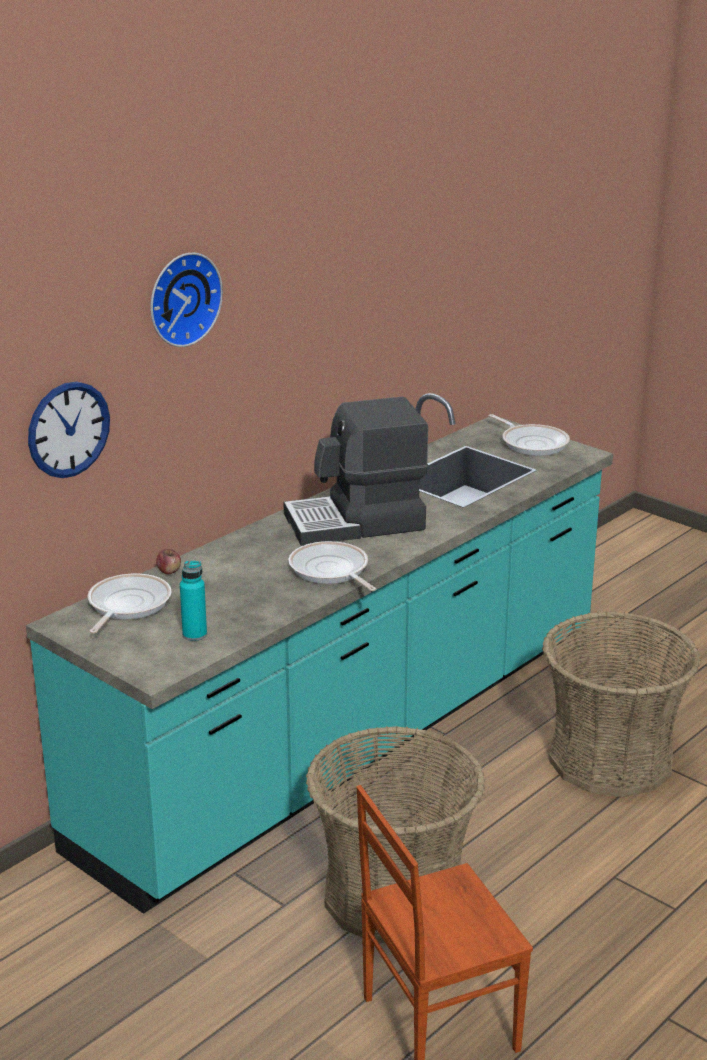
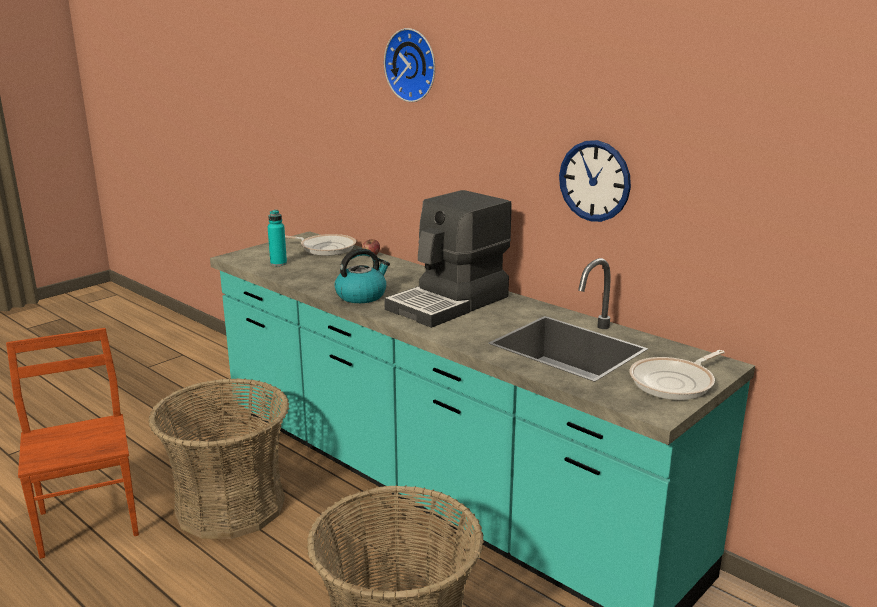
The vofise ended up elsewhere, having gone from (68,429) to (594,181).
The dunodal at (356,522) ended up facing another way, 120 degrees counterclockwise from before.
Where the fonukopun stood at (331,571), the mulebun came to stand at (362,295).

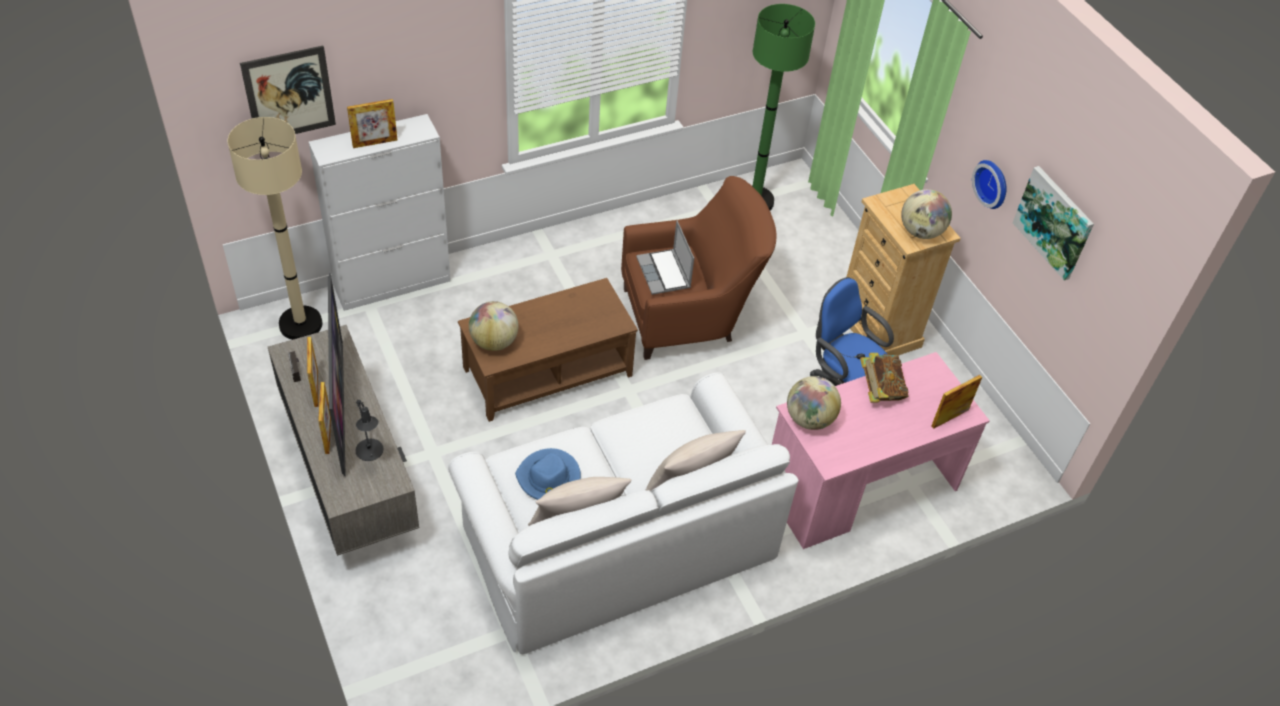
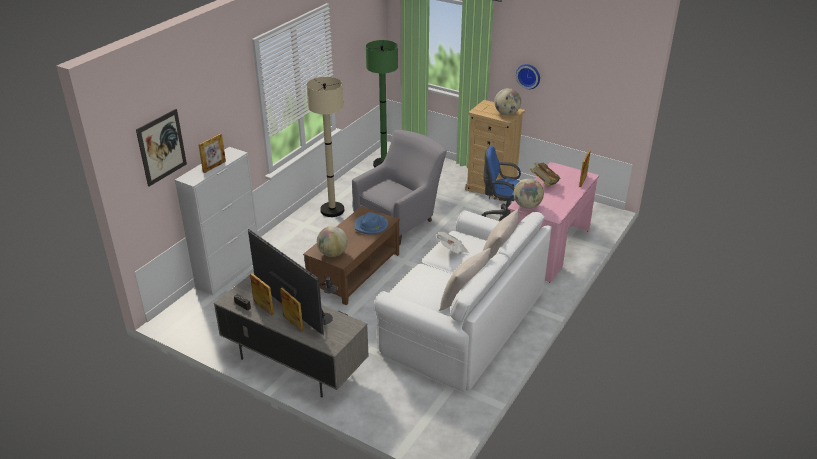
The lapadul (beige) ended up elsewhere, having gone from (301,324) to (332,210).
The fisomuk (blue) ended up elsewhere, having gone from (549,478) to (371,226).
What was the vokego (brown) at (690,316) turned into the vokego (grey) at (401,220).
The second view lost the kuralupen at (664,273).
The second view lost the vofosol at (1054,222).
The second view gained the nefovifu at (452,250).

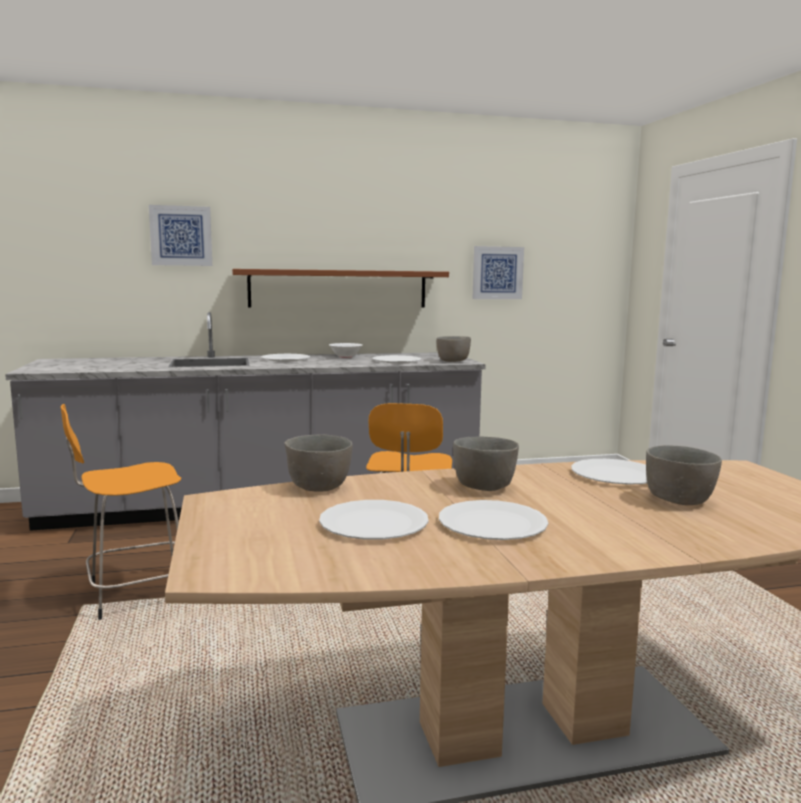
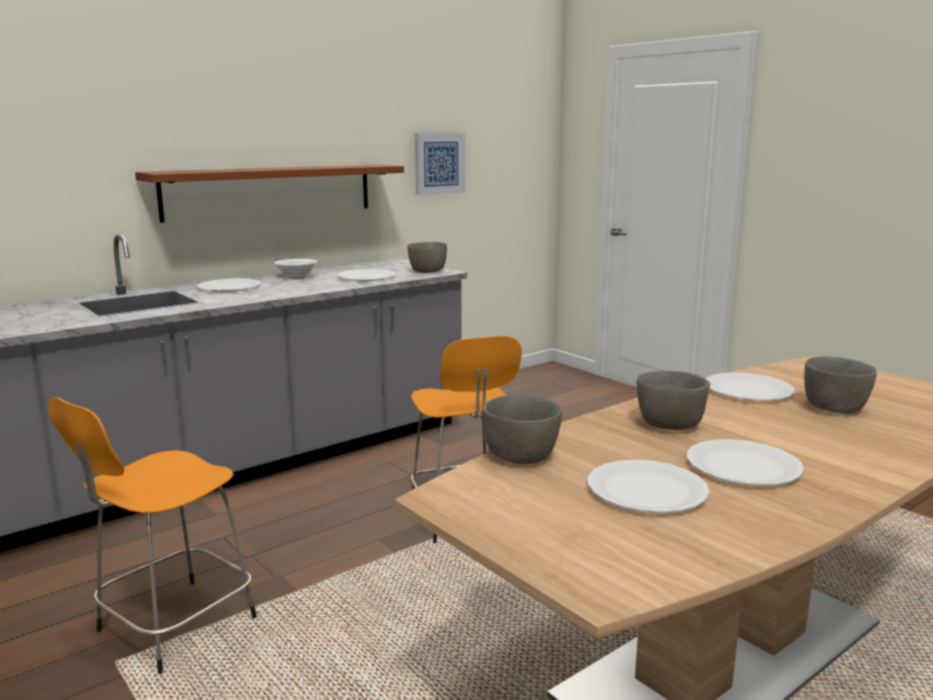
The second view lost the vofosol at (181,236).

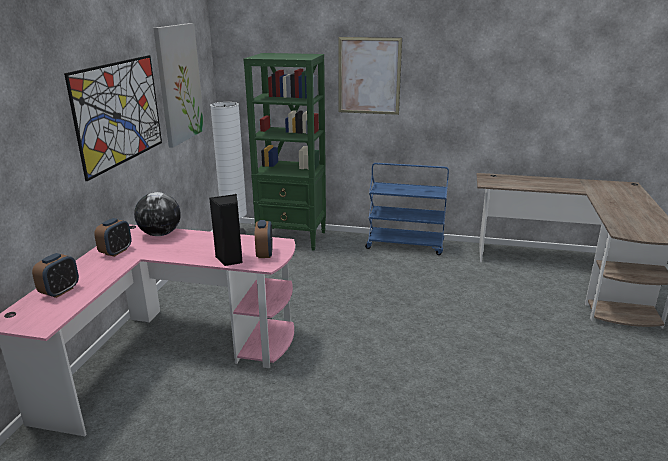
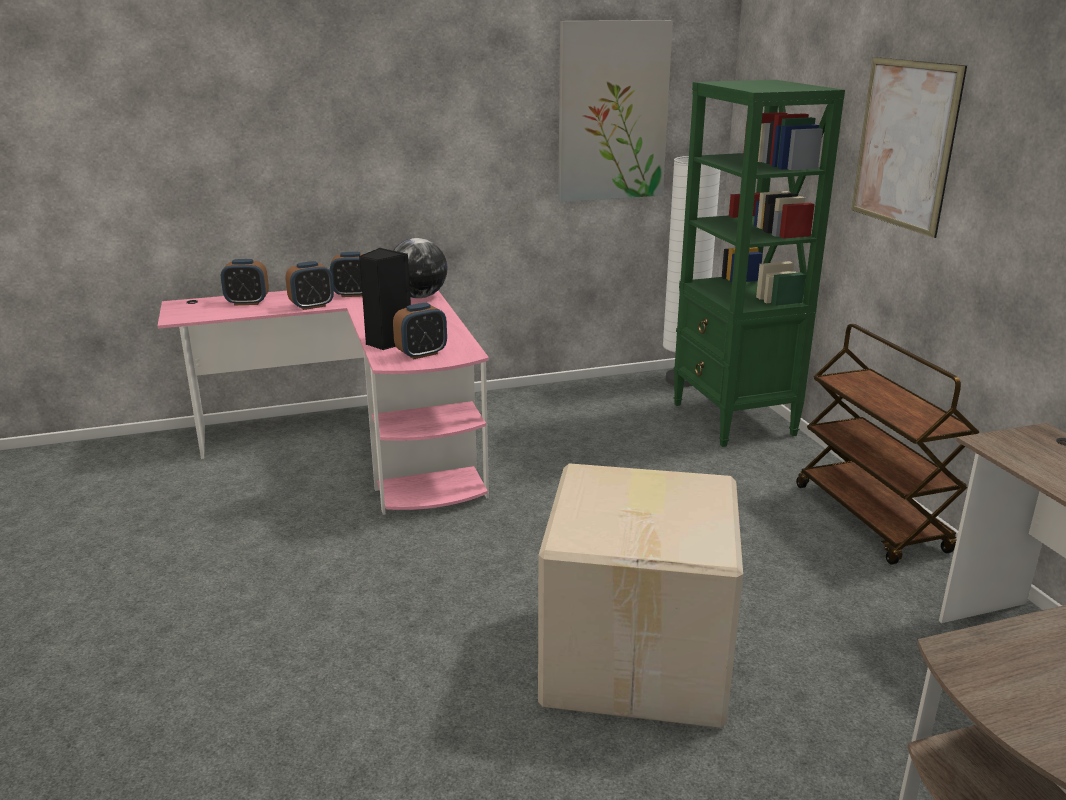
The second view lost the vofosol at (119,113).
What was the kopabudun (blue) at (405,245) turned into the kopabudun (brown) at (871,519).
The second view gained the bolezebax at (312,306).
The second view gained the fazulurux at (639,658).

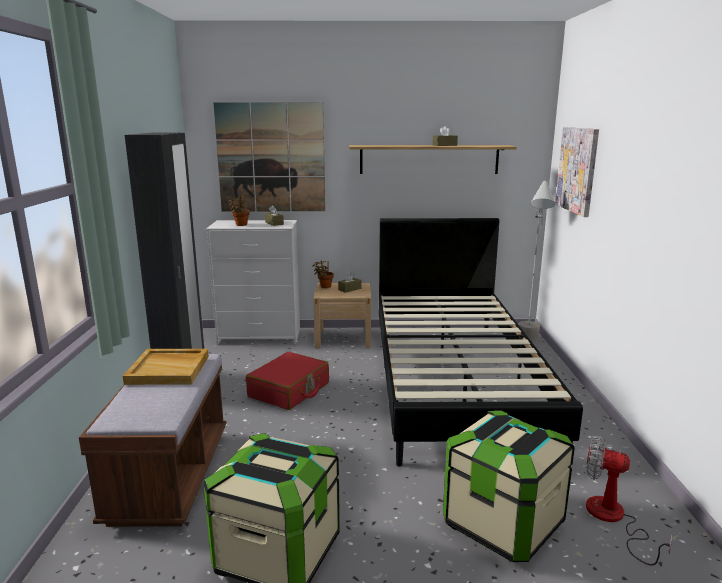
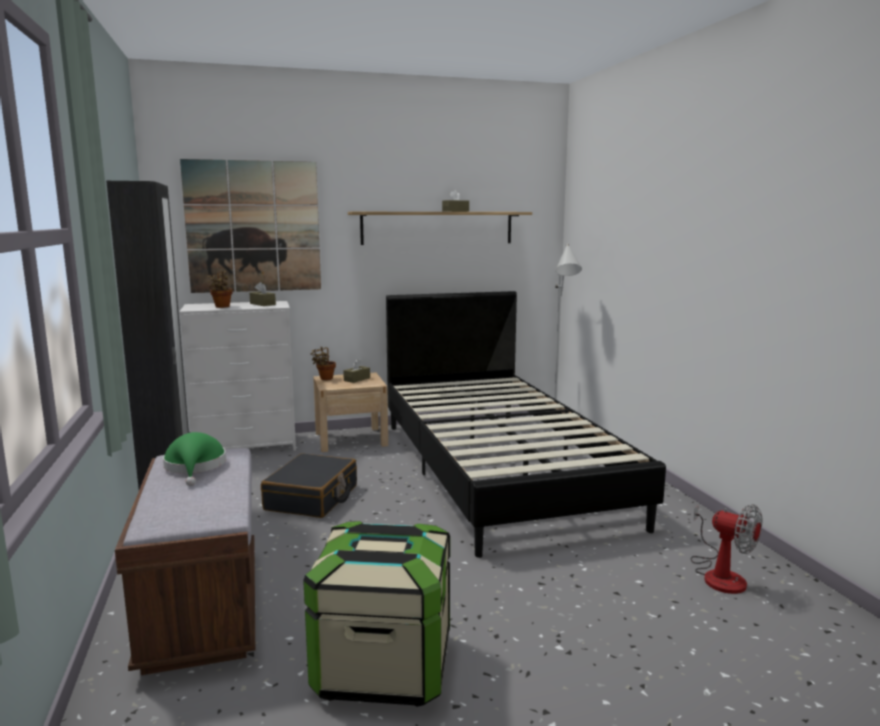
Where the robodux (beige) stood at (169,369), the fisomuk (green) came to stand at (195,467).
What was the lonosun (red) at (289,390) turned into the lonosun (black) at (312,498).
The second view lost the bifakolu at (502,523).
The second view lost the vofosol at (577,170).
The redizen at (613,519) ended up facing another way, 150 degrees counterclockwise from before.

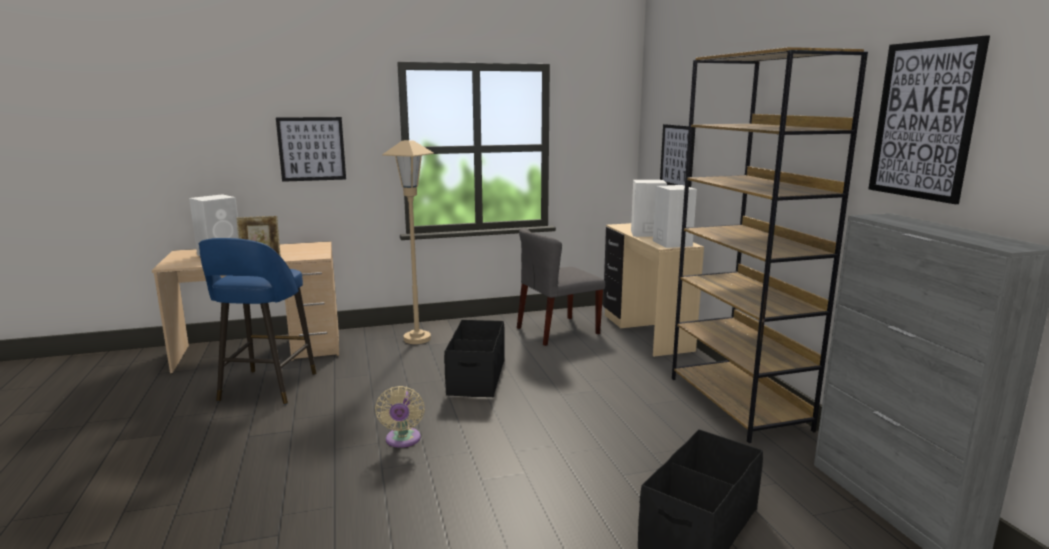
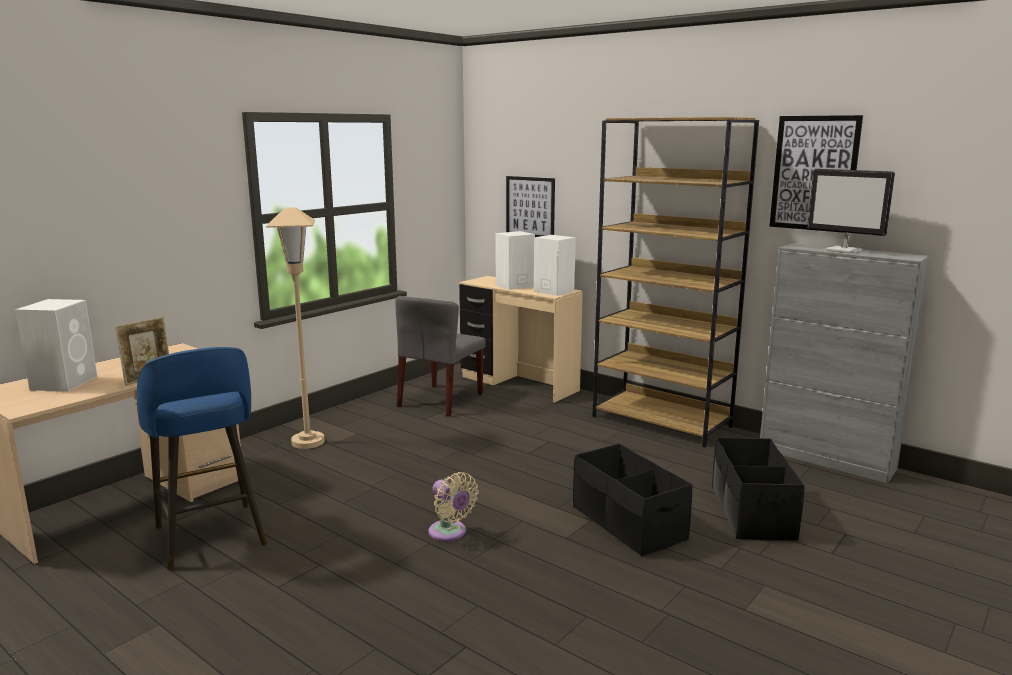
The second view lost the vofosol at (311,149).
The bifakolu (black) ended up elsewhere, having gone from (476,377) to (627,523).
The second view gained the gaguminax at (844,250).

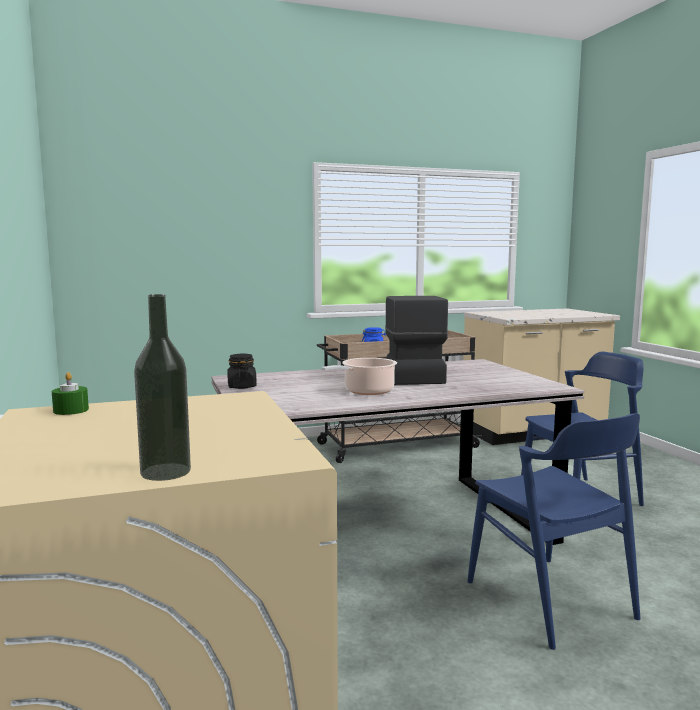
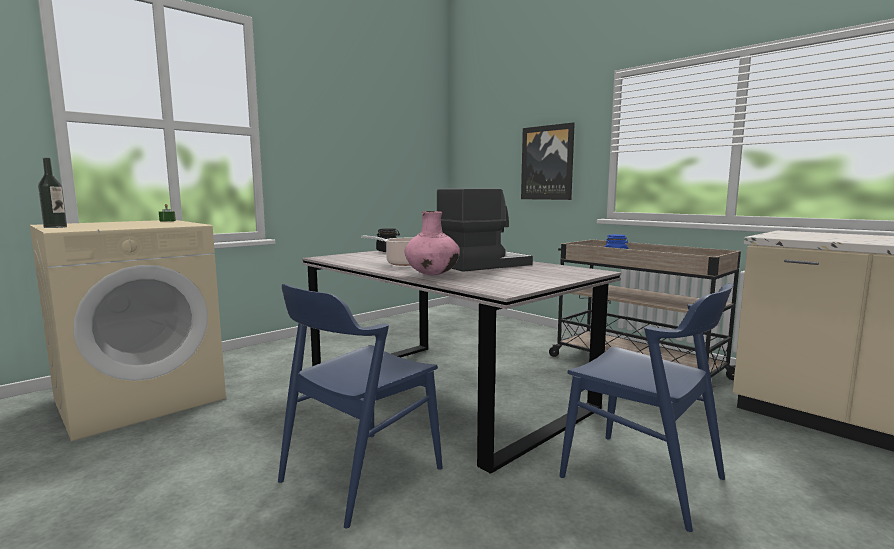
The second view gained the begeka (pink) at (432,274).
The second view gained the vofosol at (547,163).

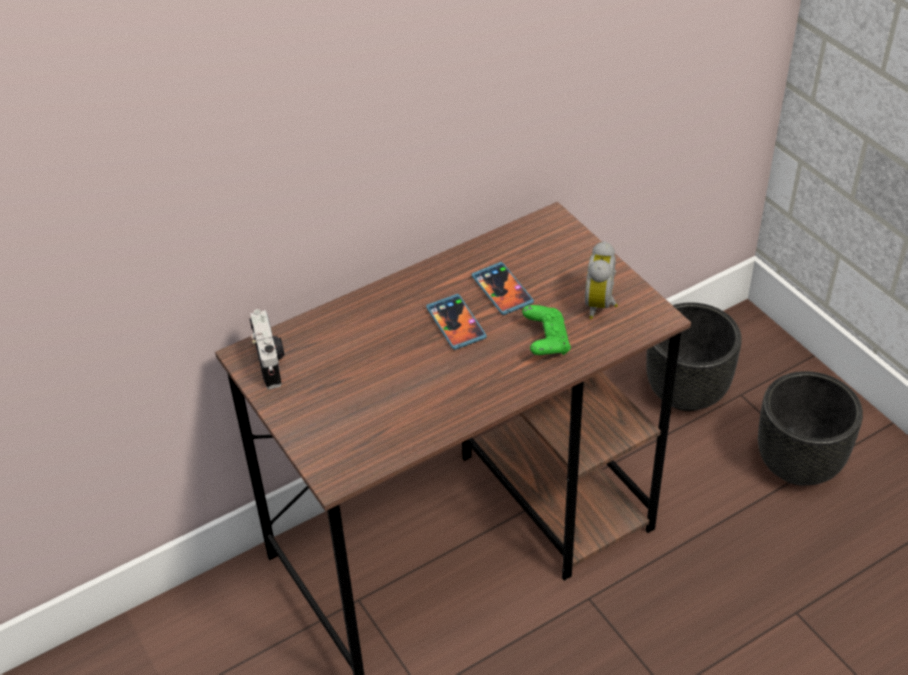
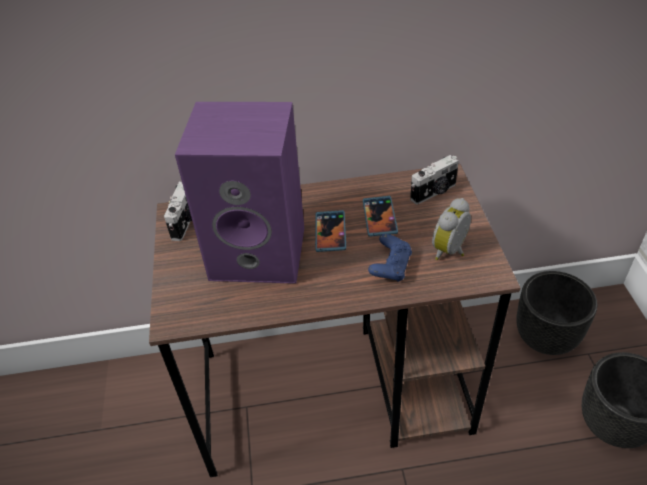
What was the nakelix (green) at (546,341) turned into the nakelix (blue) at (390,267).
The second view gained the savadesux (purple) at (261,252).
The second view gained the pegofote at (434,192).

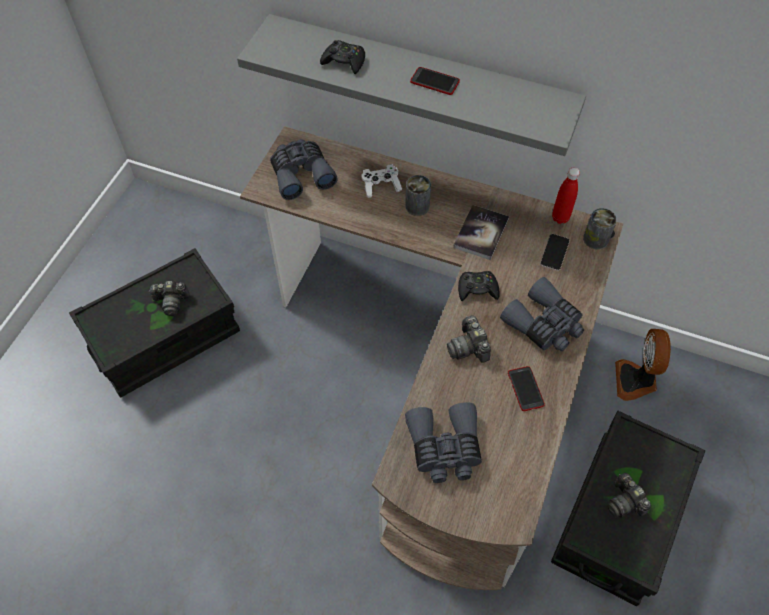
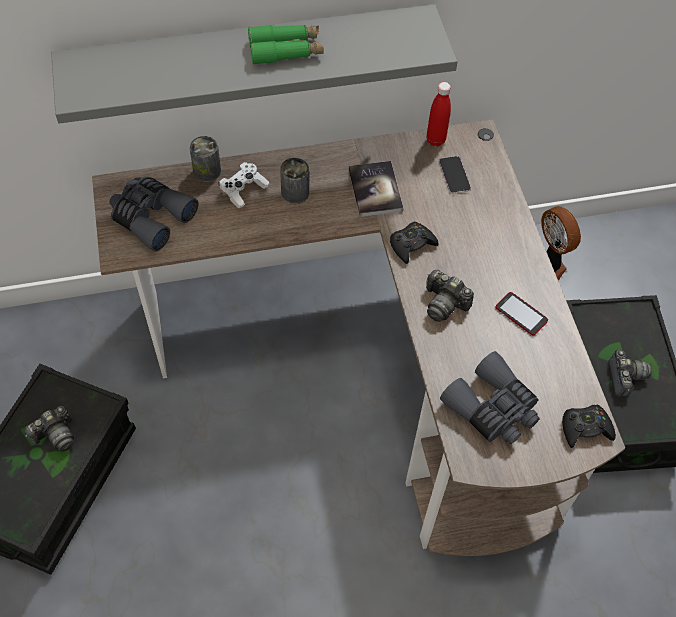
The nakelix (black) ended up elsewhere, having gone from (344,61) to (585,428).
Where the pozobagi stood at (434,82), the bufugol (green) came to stand at (286,50).
The second view lost the bufugol (grey) at (544,324).
The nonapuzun ended up elsewhere, having gone from (595,239) to (207,171).
The pegofote at (624,501) ended up facing another way, 120 degrees counterclockwise from before.

